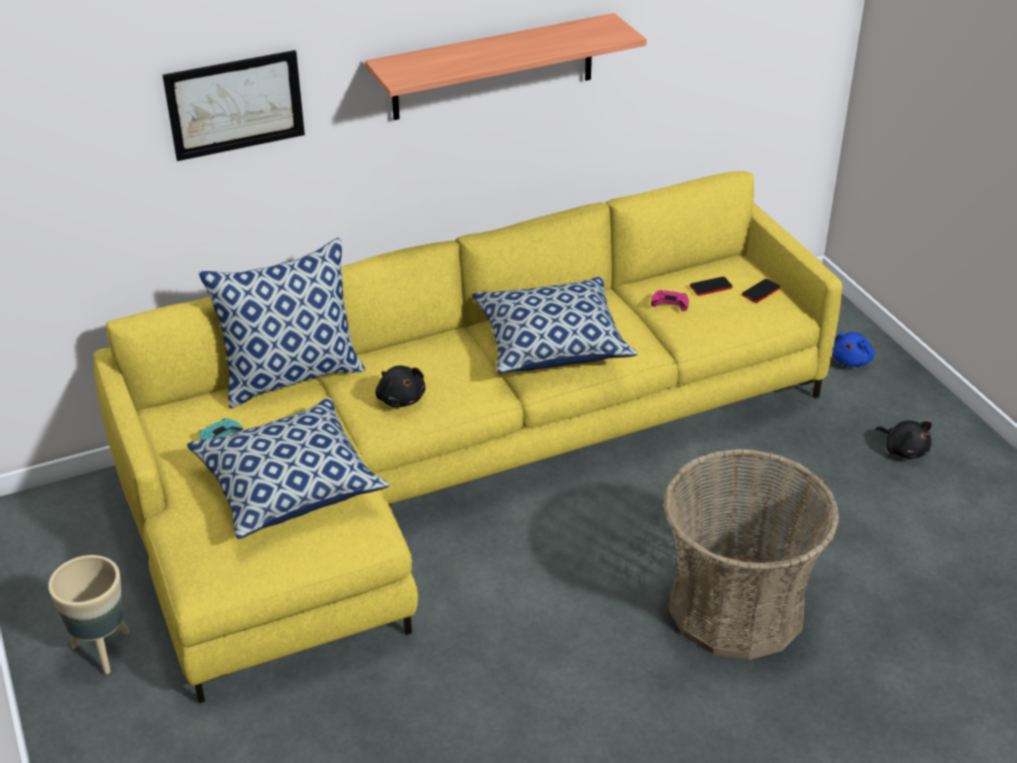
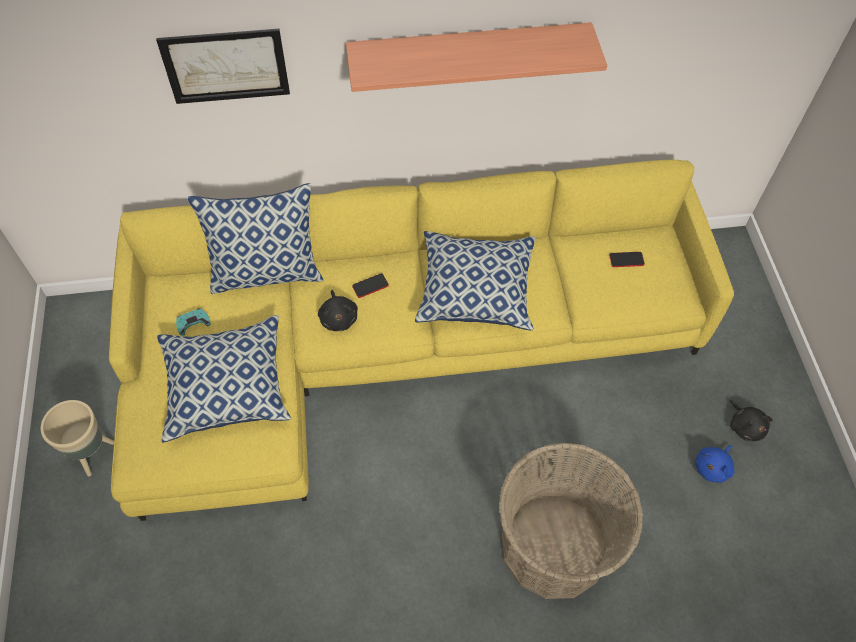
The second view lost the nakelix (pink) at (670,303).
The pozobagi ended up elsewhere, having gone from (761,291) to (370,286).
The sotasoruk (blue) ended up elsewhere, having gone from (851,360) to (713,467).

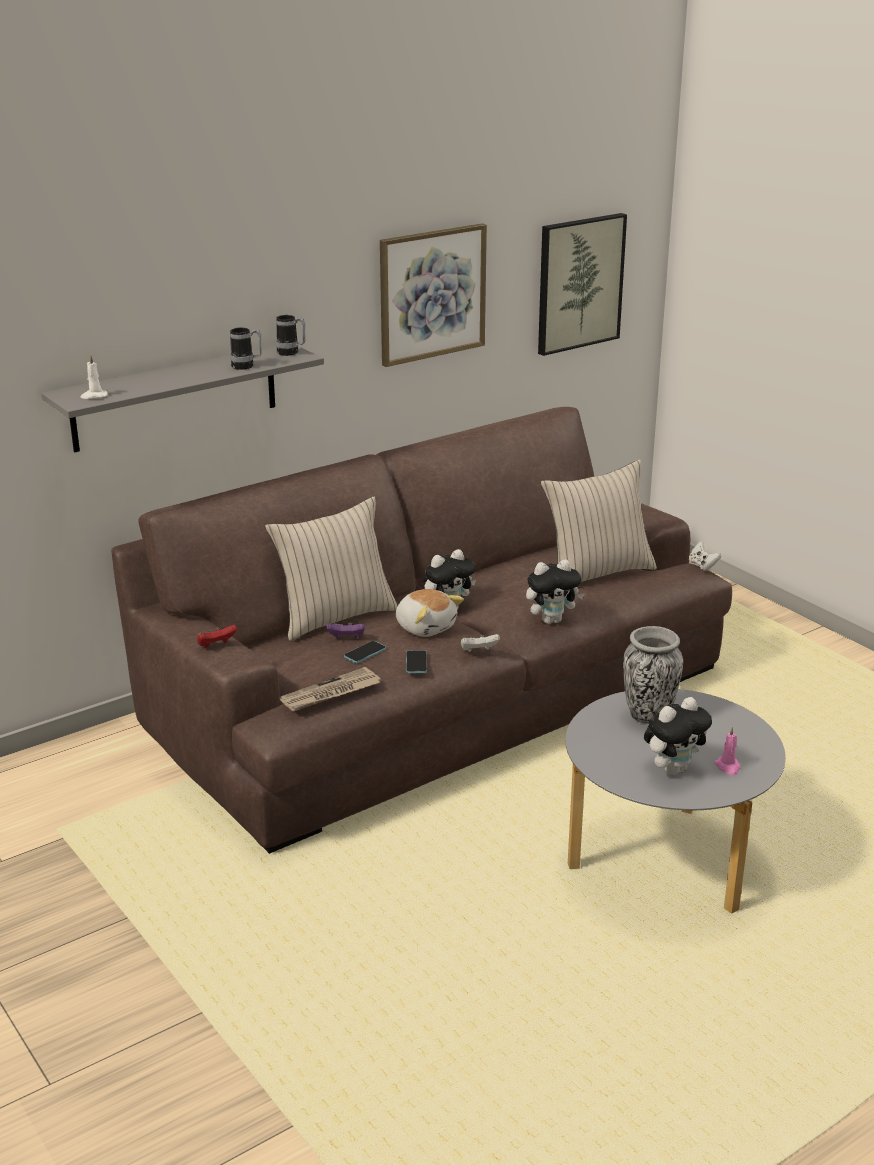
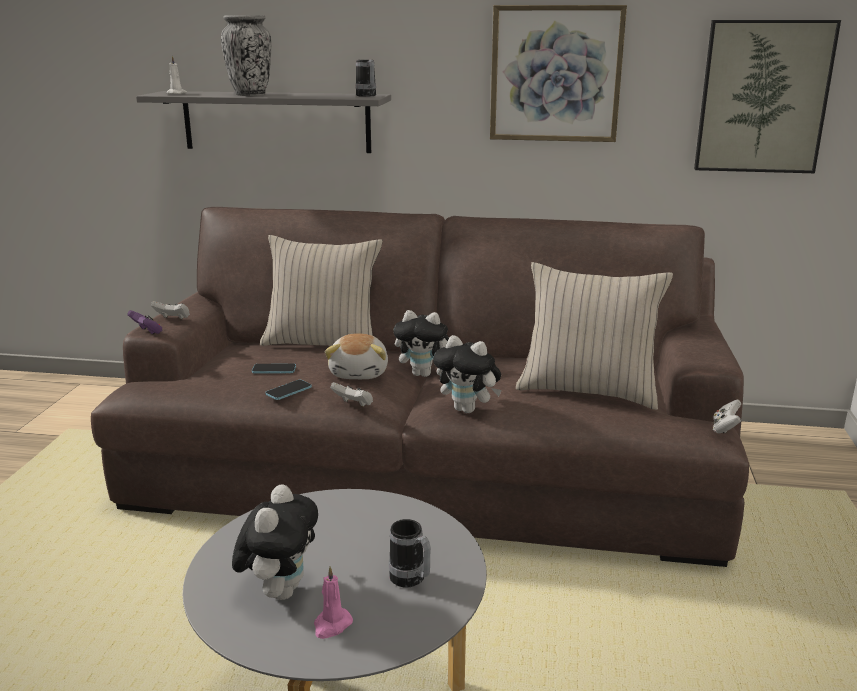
What was the nakelix (red) at (216,645) turned into the nakelix (white) at (173,319).
The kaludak ended up elsewhere, having gone from (247,366) to (411,581).
The second view lost the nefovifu at (330,693).
The nakelix (purple) ended up elsewhere, having gone from (346,638) to (147,332).
The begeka ended up elsewhere, having gone from (648,715) to (250,95).
The sotasoruk at (673,769) ended up facing another way, 90 degrees counterclockwise from before.

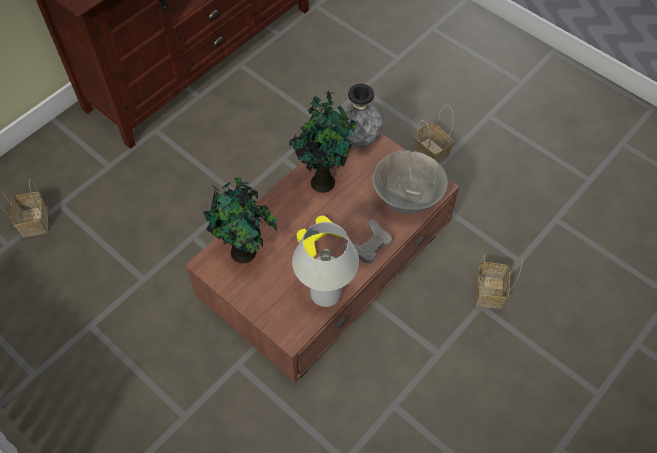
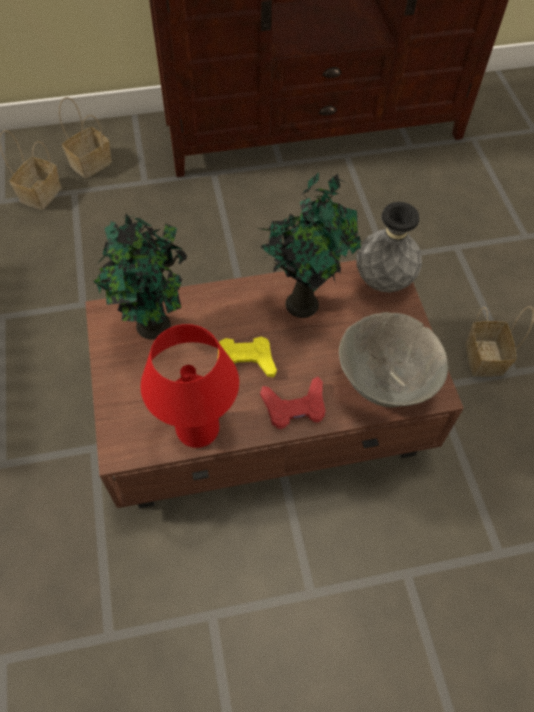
What was the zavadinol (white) at (325,293) turned into the zavadinol (red) at (197,429).
What was the nakelix (grey) at (369,245) turned into the nakelix (red) at (294,407).
The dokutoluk ended up elsewhere, having gone from (490,293) to (90,164).

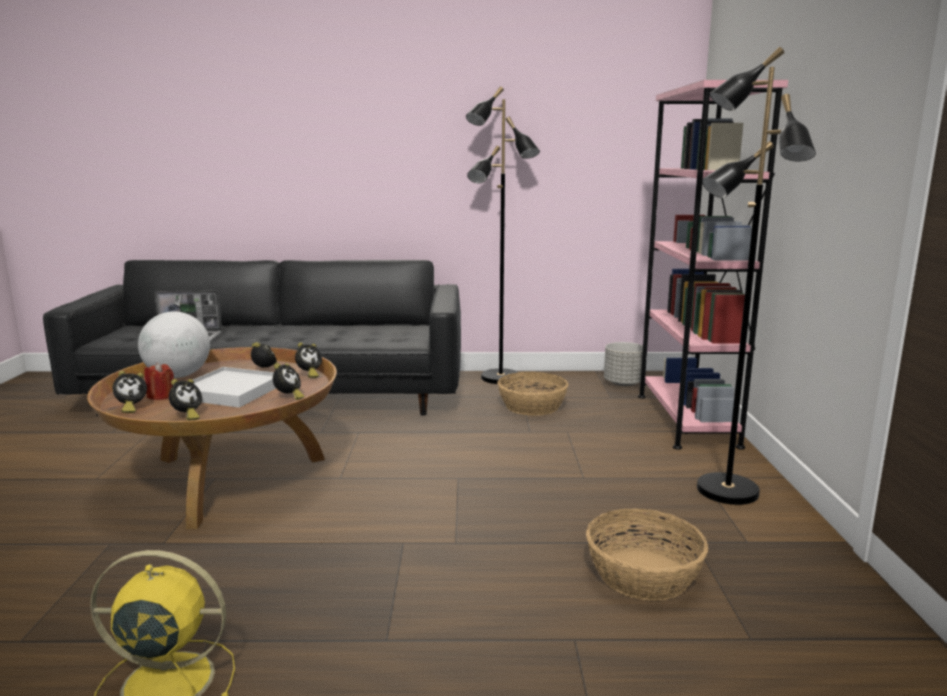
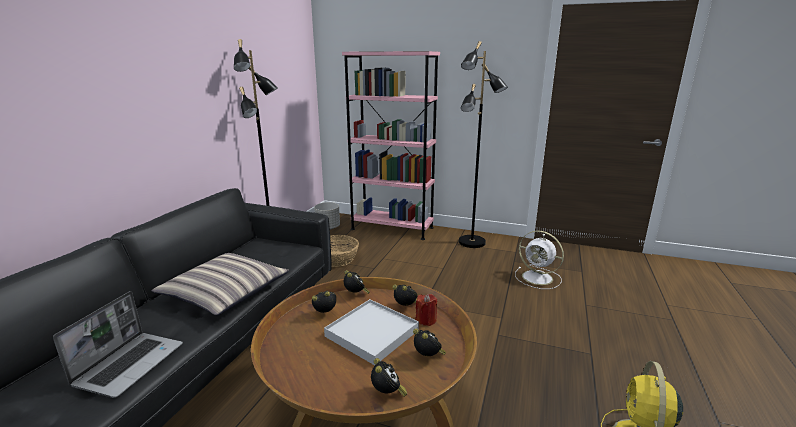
The second view lost the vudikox at (178,376).
The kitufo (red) ended up elsewhere, having gone from (161,396) to (426,320).
Where the dokutoluk stood at (644,575), the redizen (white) came to stand at (538,278).
The second view gained the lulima at (225,292).

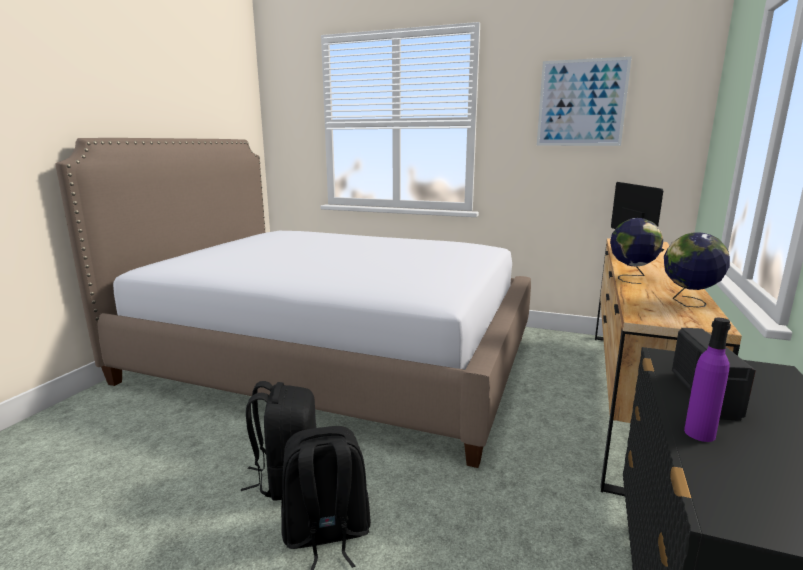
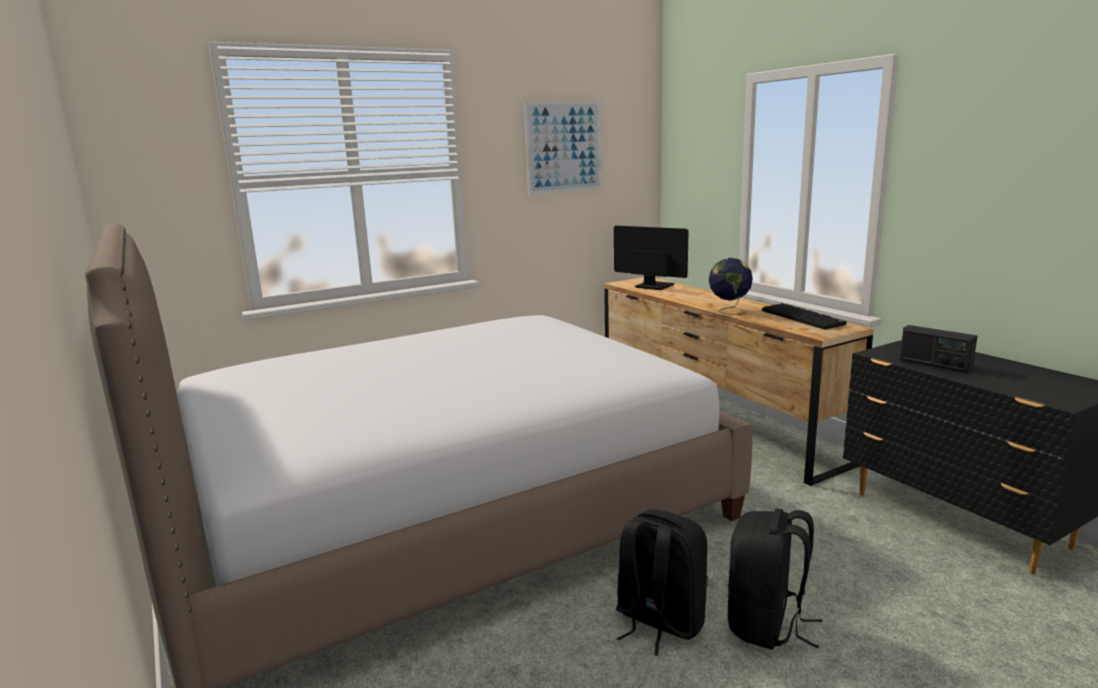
Where the vudikox stood at (688,303), the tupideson came to stand at (803,318).
The second view lost the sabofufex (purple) at (699,433).

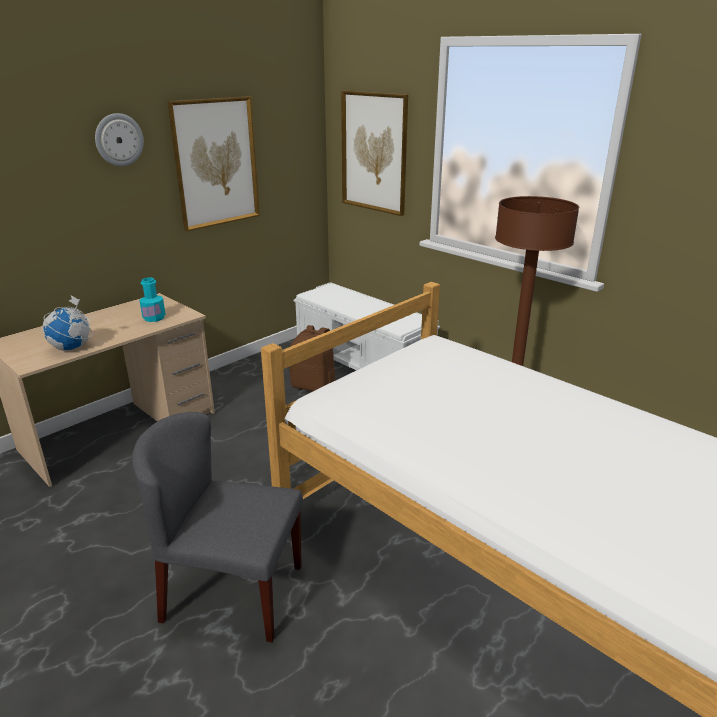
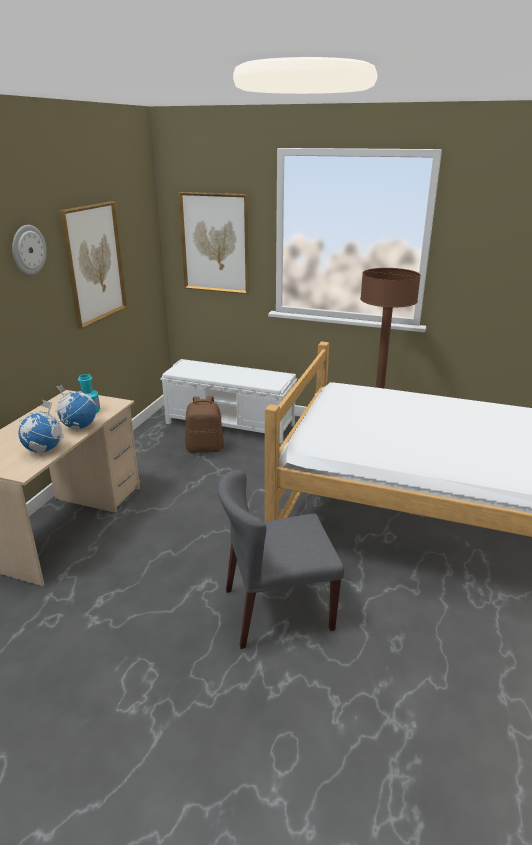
The second view gained the vudikox at (78,426).

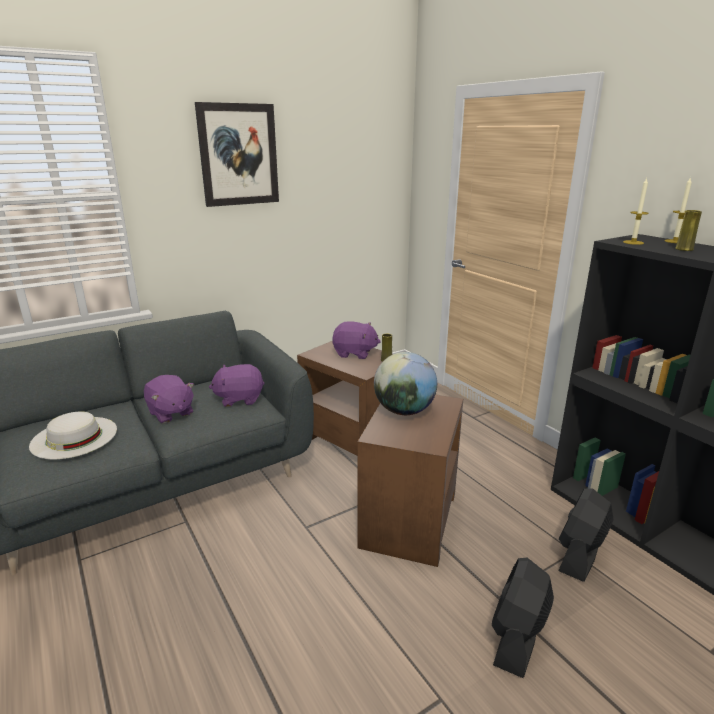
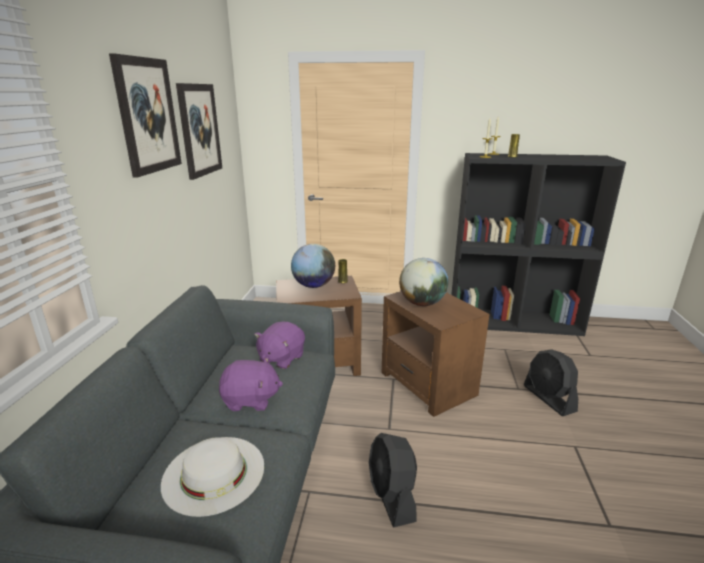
Where the sotasoruk (purple) stood at (354,353), the vudikox came to stand at (313,286).
The redizen (black) ended up elsewhere, having gone from (579,554) to (392,496).
The second view gained the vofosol at (199,130).

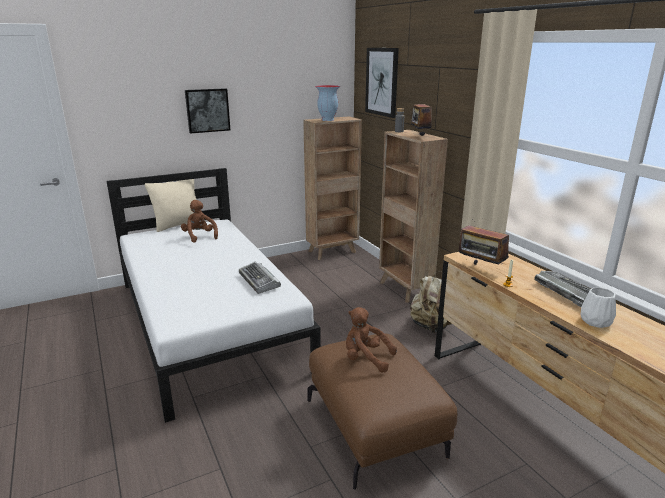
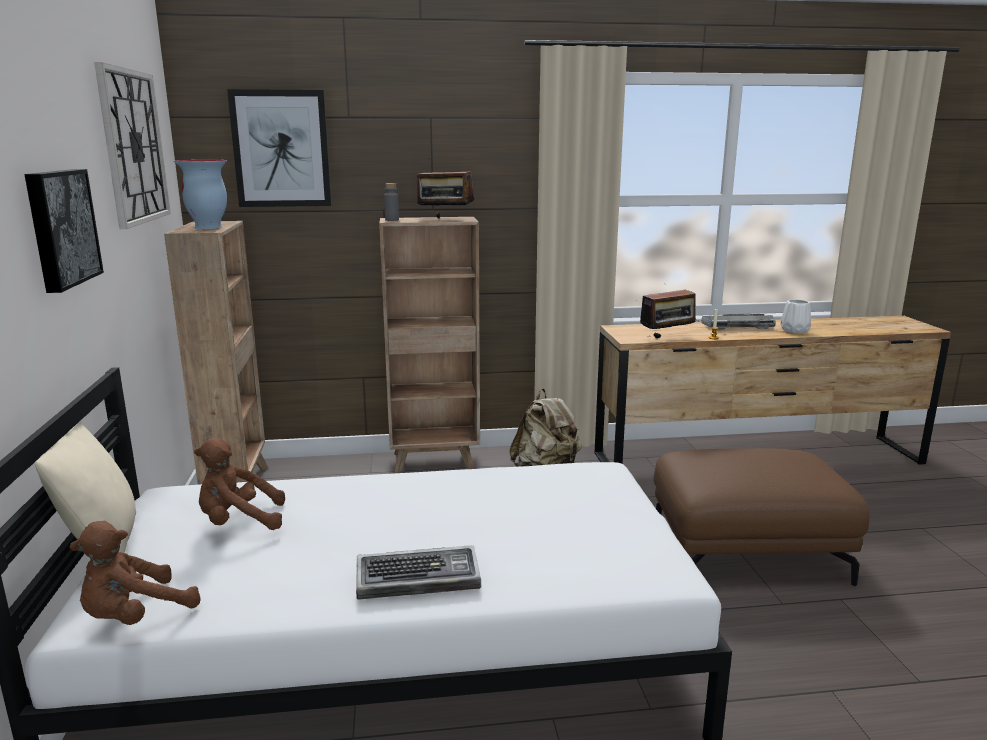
The tupideson ended up elsewhere, having gone from (259,281) to (419,579).
The sotasoruk (brown) ended up elsewhere, having gone from (366,359) to (135,616).
The second view gained the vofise at (133,147).

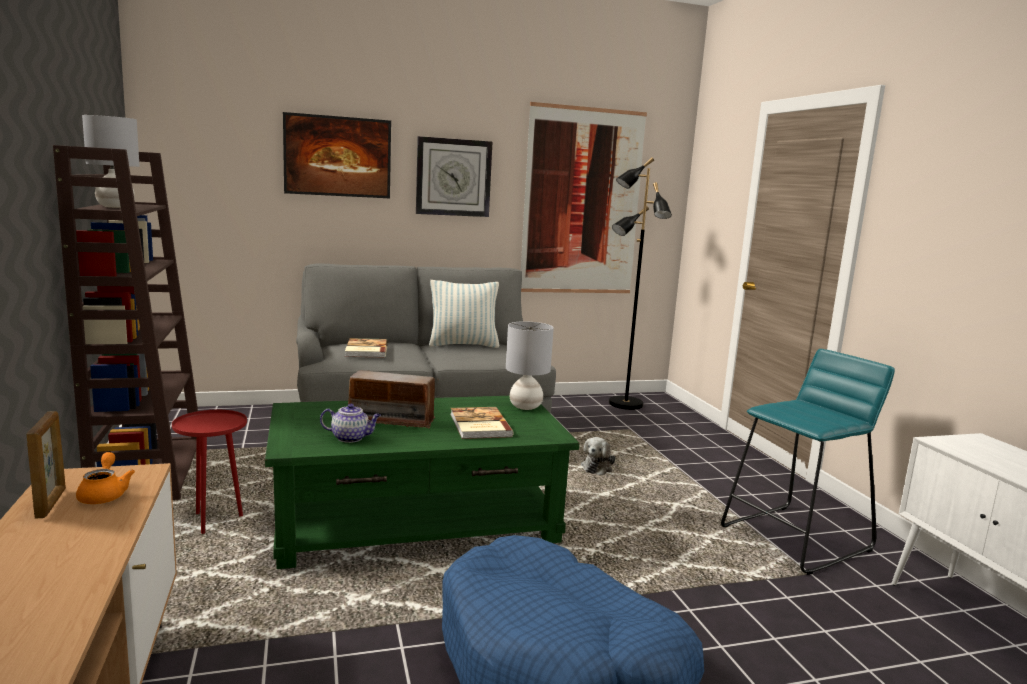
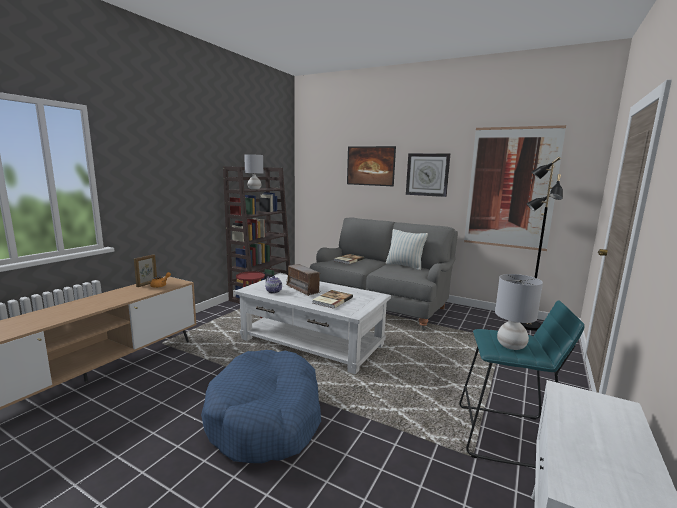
What was the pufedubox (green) at (417,522) turned into the pufedubox (white) at (312,342).
The zavadinol (grey) ended up elsewhere, having gone from (525,407) to (510,346).
The second view lost the sotasoruk at (597,468).

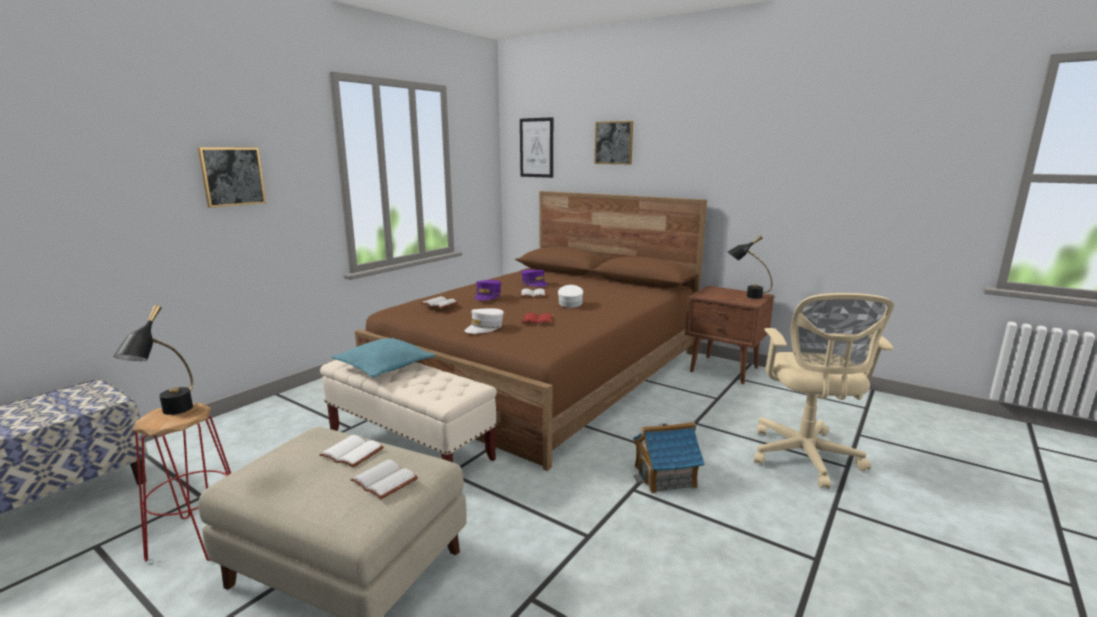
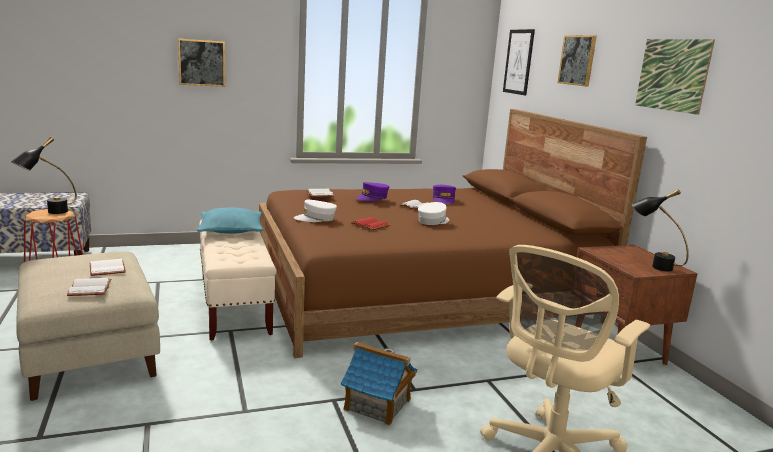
The second view gained the vofosol at (672,75).

